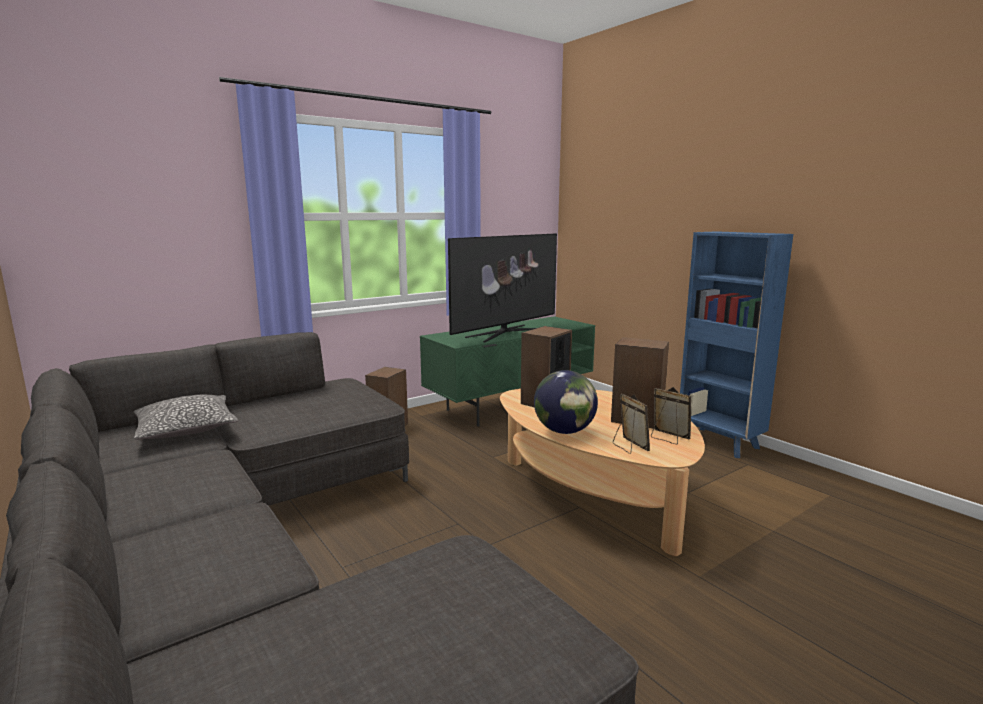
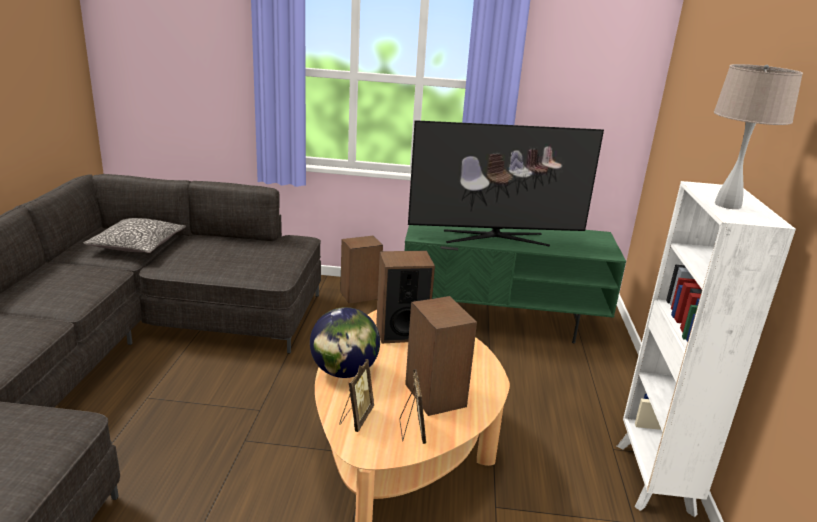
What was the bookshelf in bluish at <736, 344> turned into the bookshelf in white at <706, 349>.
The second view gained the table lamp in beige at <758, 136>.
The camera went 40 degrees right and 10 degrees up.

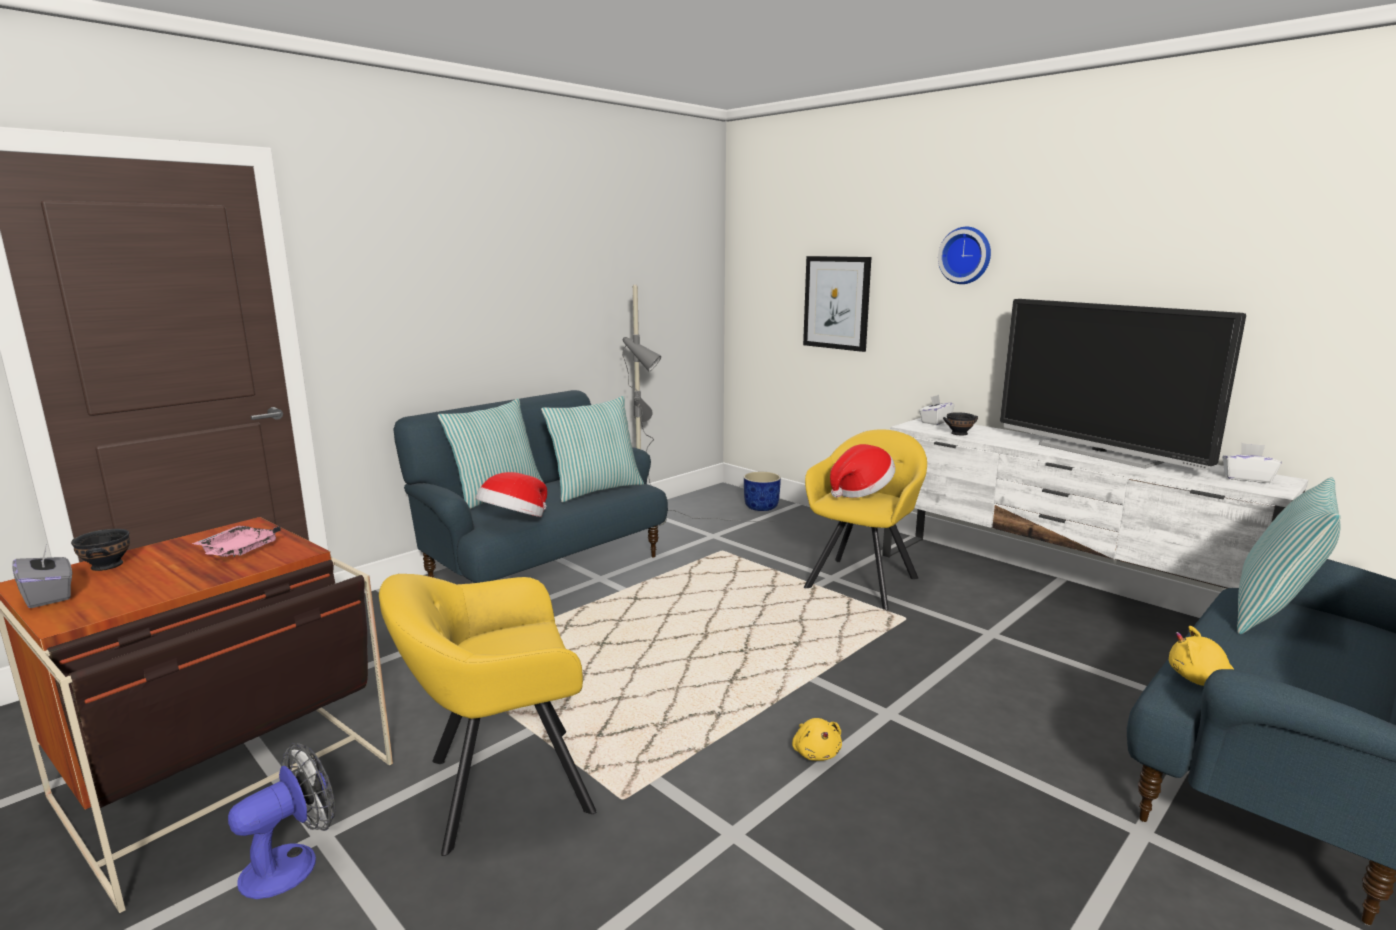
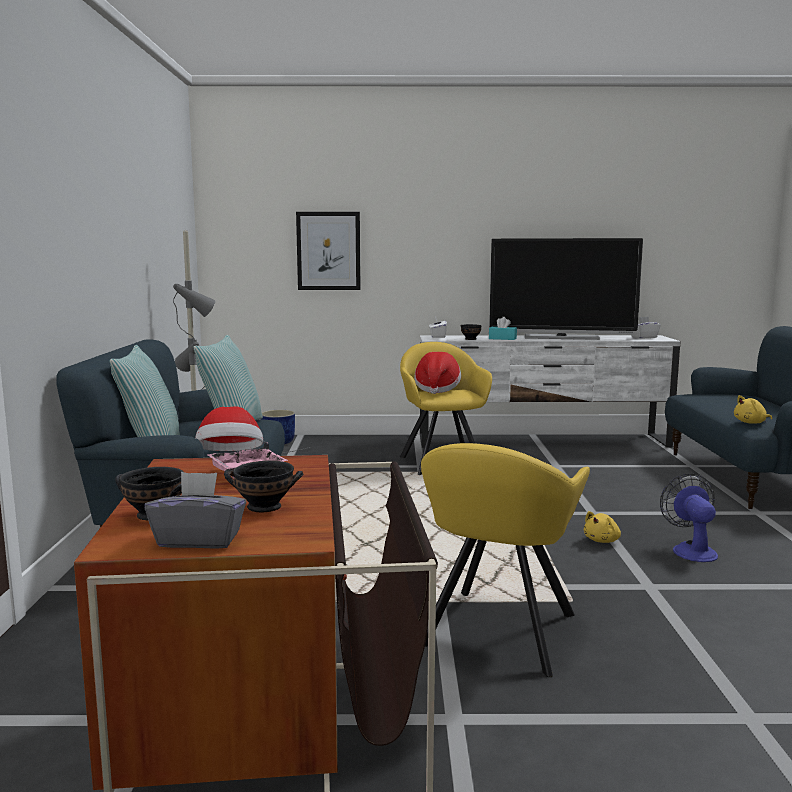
The second view lost the hanging clock at <964, 255>.
The second view lost the throw pillow at <1289, 555>.
The soft toy in yellow-coloured at <817, 739> ended up facing another way, 105 degrees clockwise from before.
The fan ended up elsewhere, having gone from <281, 821> to <689, 517>.
The second view gained the tissue holder in turquoise at <503, 328>.
The second view gained the bowl in black-coloured at <263, 486>.
The camera went 45 degrees left and 5 degrees down.

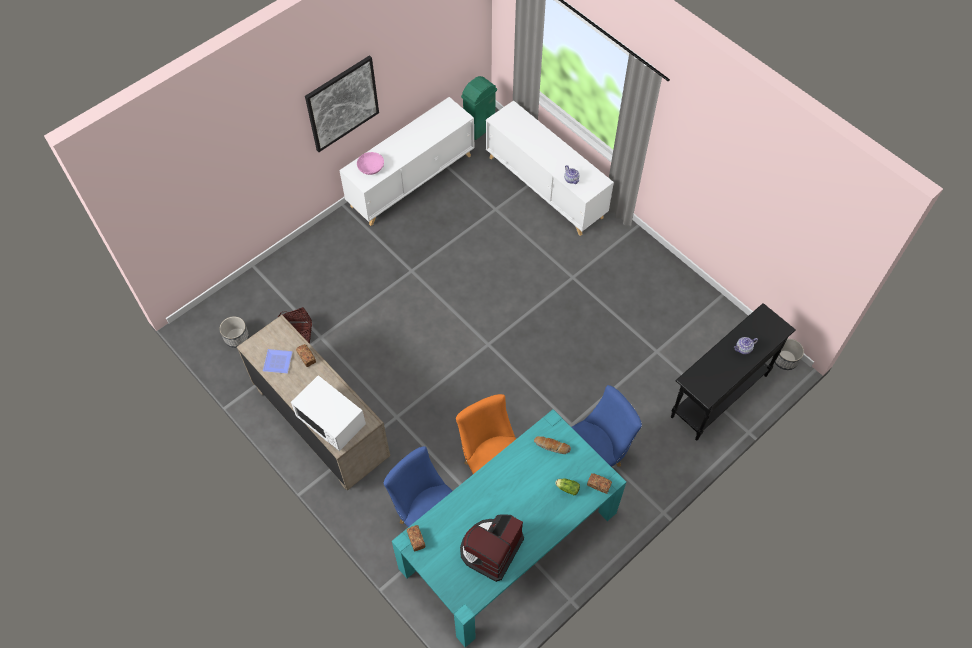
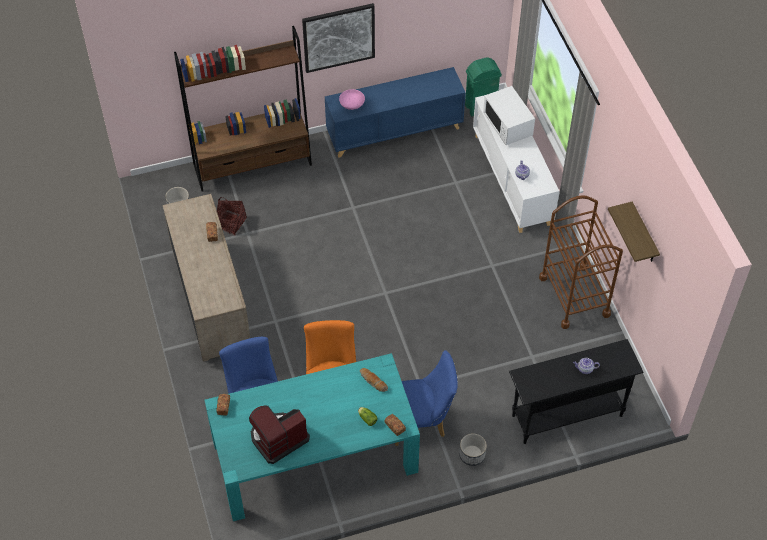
What was the storage cabinet in white at <407, 161> turned into the storage cabinet in bluish at <395, 112>.
The plant pot ended up elsewhere, having gone from <788, 354> to <473, 449>.
The second view lost the plate at <278, 361>.
The kitchen microwave in white ended up elsewhere, having gone from <328, 413> to <509, 115>.
The second view gained the bookshelf in brown at <243, 108>.
The second view gained the wheeled cart in brown at <581, 262>.
The second view gained the wall shelf at <634, 232>.
The camera went 25 degrees right and 5 degrees down.

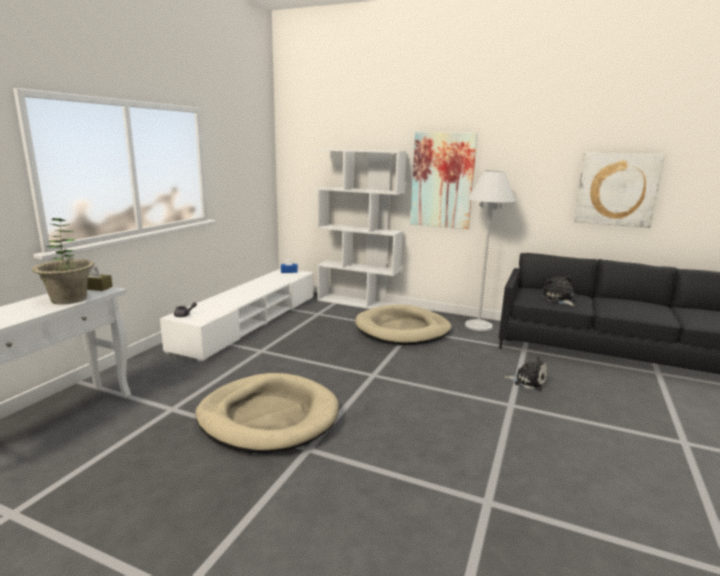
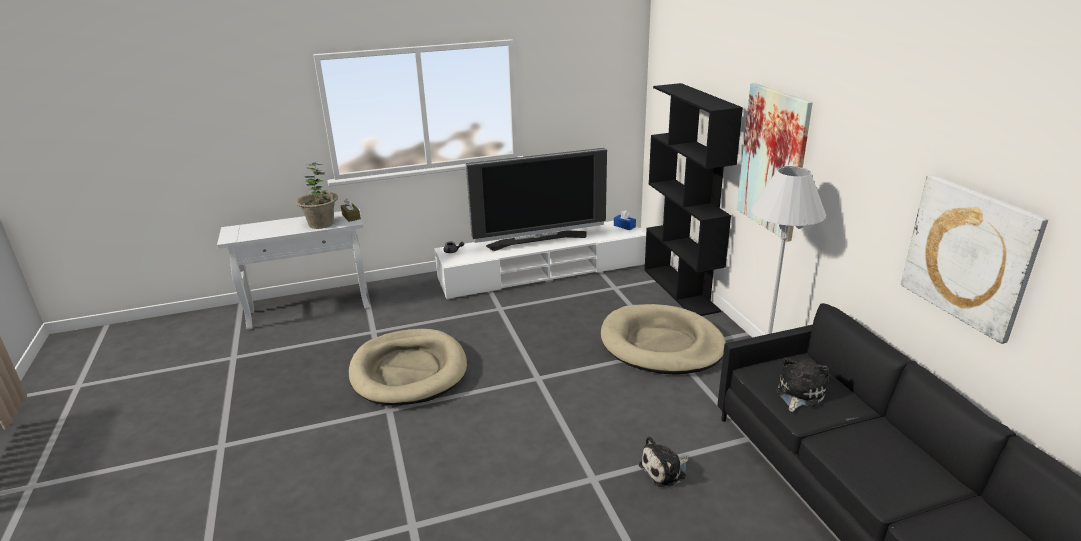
What was the bookshelf in white at <362, 229> turned into the bookshelf in black-coloured at <694, 199>.
The soft toy at <525, 373> ended up facing another way, 75 degrees clockwise from before.
The second view gained the television at <536, 199>.
The camera went 50 degrees right and 10 degrees up.

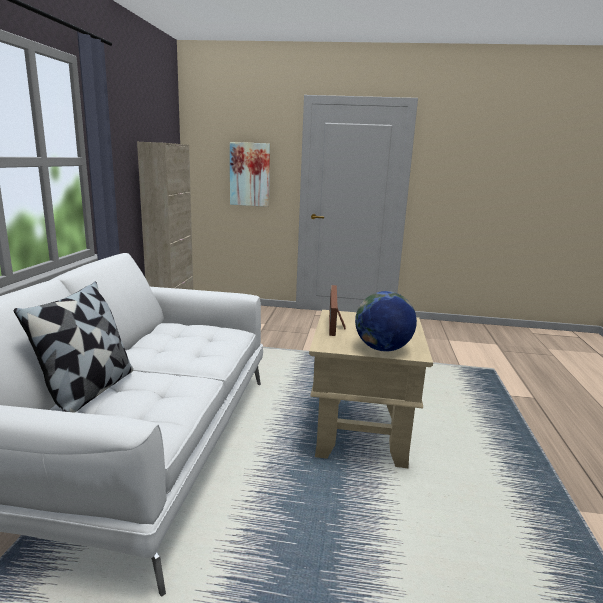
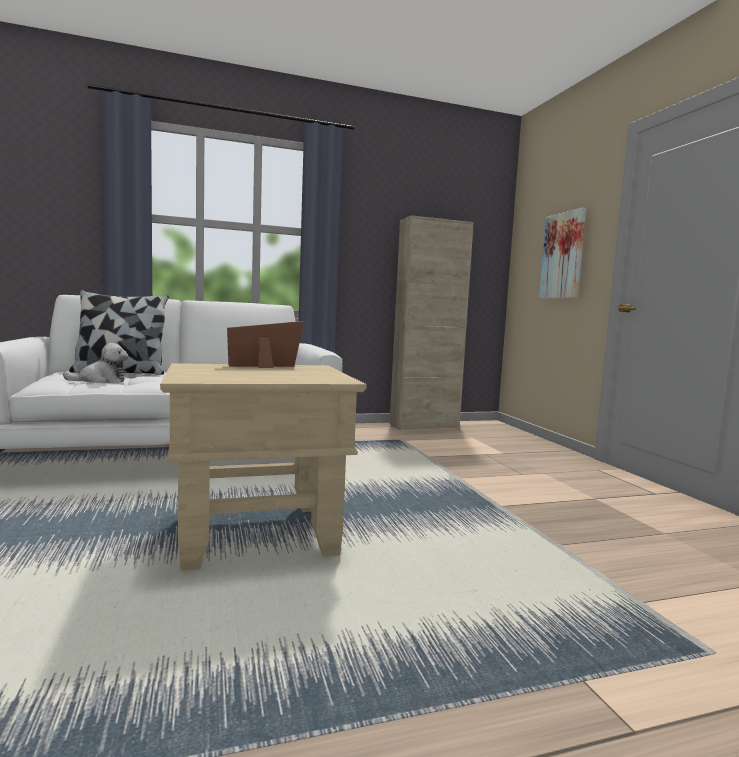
The second view lost the world globe at <386, 321>.
The second view gained the soft toy at <95, 363>.
The camera went 65 degrees right and 10 degrees down.

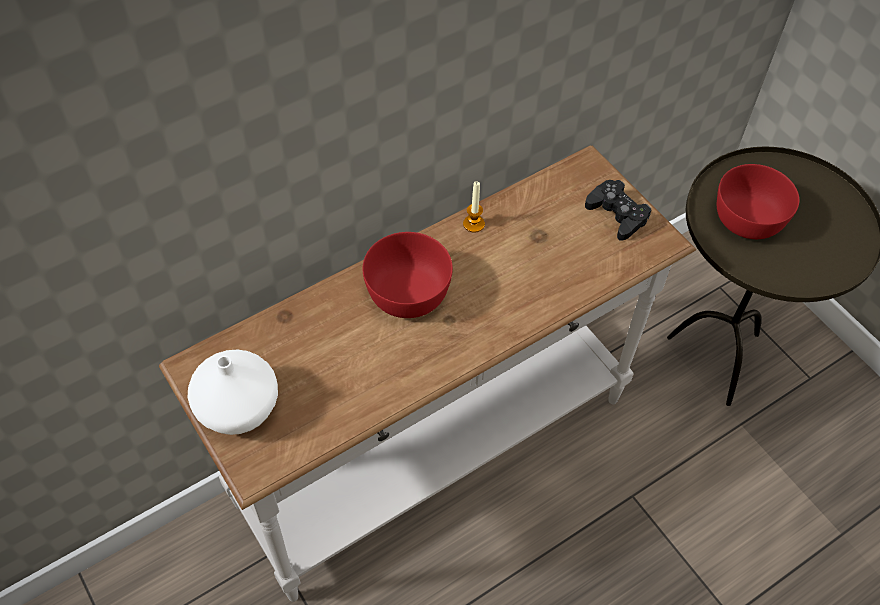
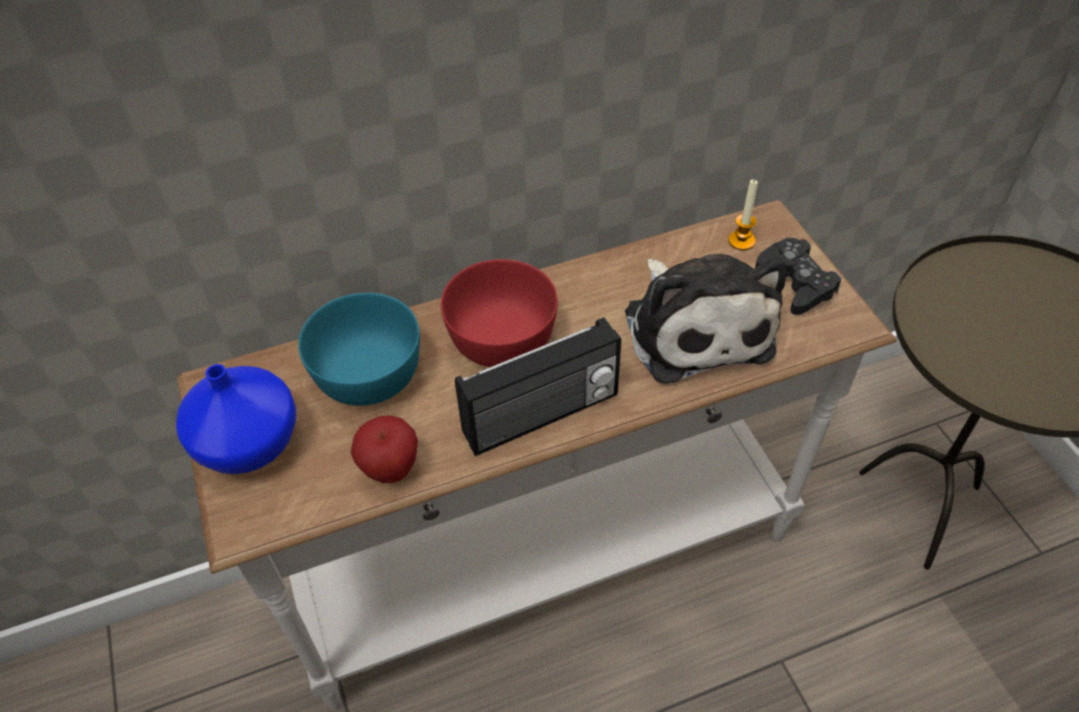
The second view lost the bowl in red-coloured at <758, 201>.
The wax light ended up elsewhere, having gone from <474, 207> to <743, 214>.
What was the decorative vase in white at <233, 392> turned into the decorative vase in bluish at <236, 419>.
The second view gained the soft toy at <705, 319>.
The second view gained the bowl in turquoise at <359, 349>.
The second view gained the radio set at <538, 386>.
The second view gained the apple fruit at <384, 449>.
The camera went 15 degrees right and 5 degrees down.

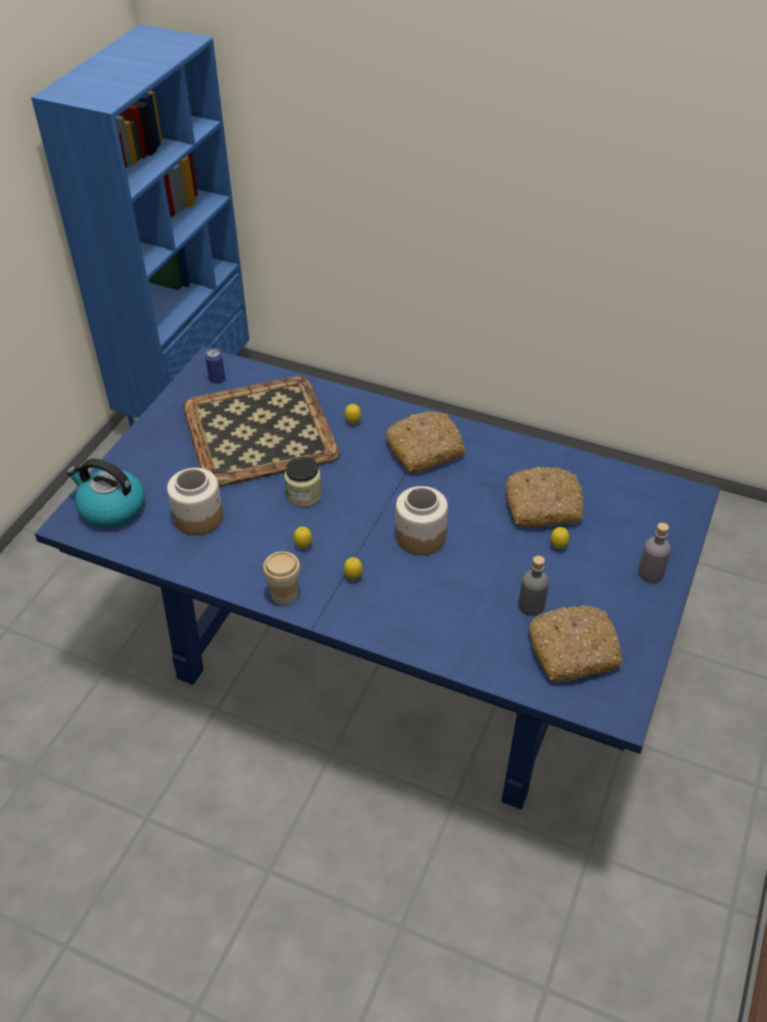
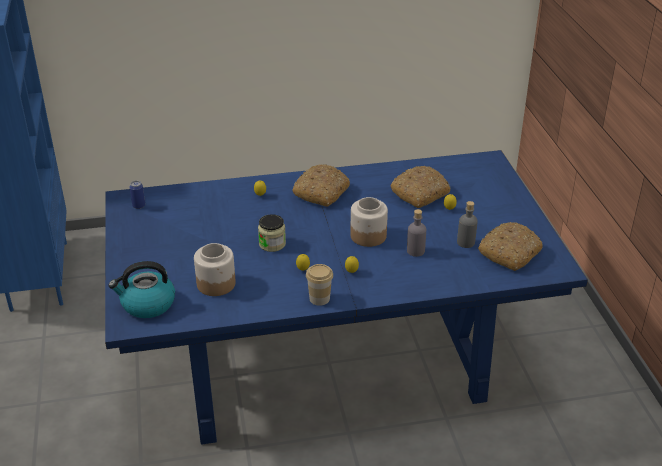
The second view lost the tray at <261, 431>.
The beverage bottle in greyish ended up elsewhere, having gone from <654, 553> to <416, 233>.
The camera went 35 degrees left and 10 degrees down.

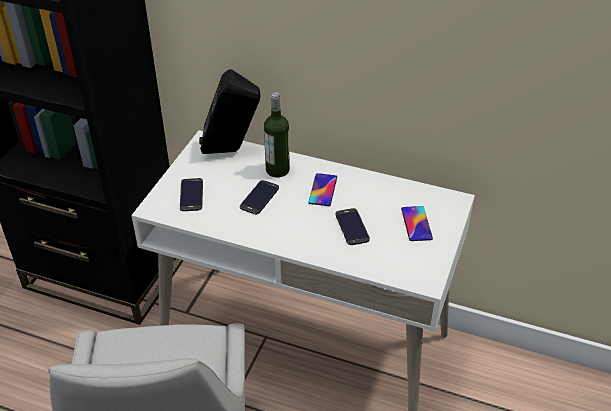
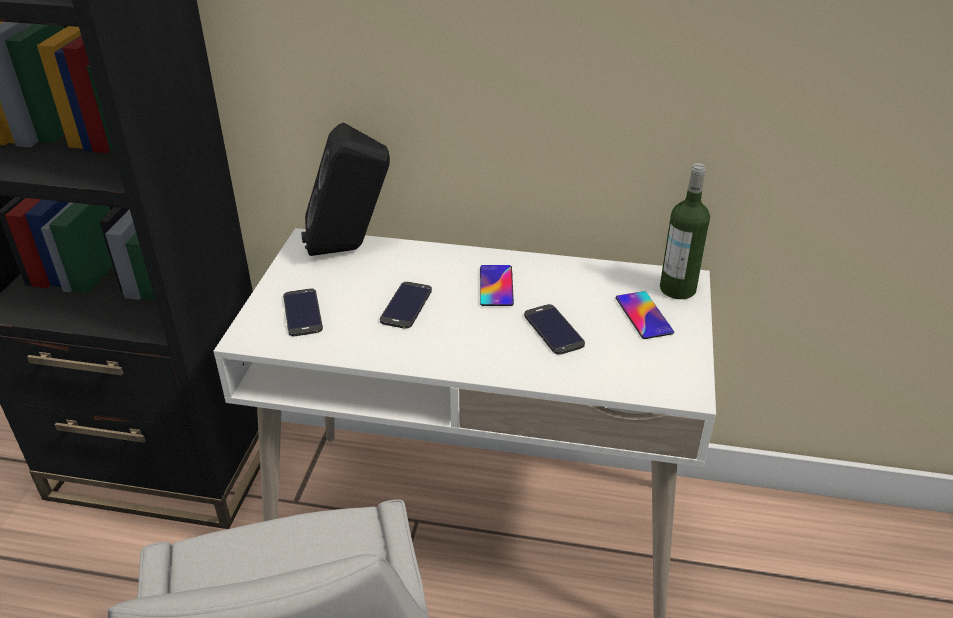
The beverage bottle ended up elsewhere, having gone from <277, 135> to <685, 231>.
The camera went 10 degrees left and 5 degrees down.

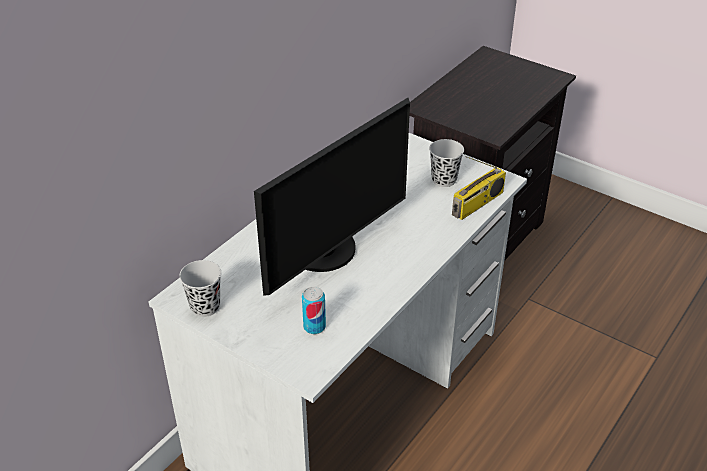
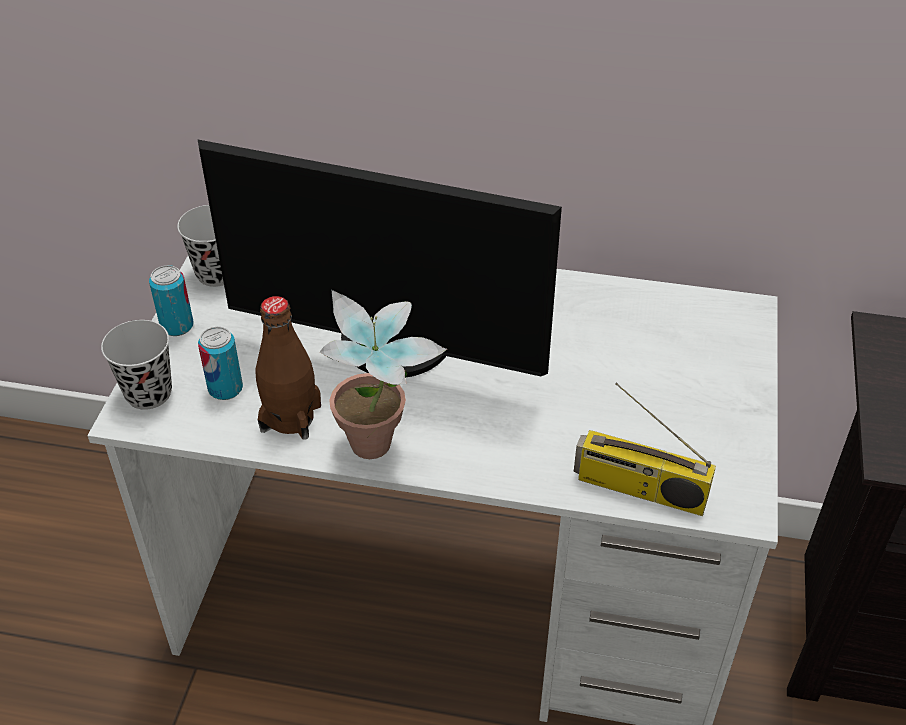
The small cup in black-coloured ended up elsewhere, having gone from <446, 163> to <136, 365>.
The second view gained the can at <171, 300>.
The second view gained the houseplant at <383, 374>.
The second view gained the beverage bottle in brown at <288, 368>.
The camera went 65 degrees right and 5 degrees up.

